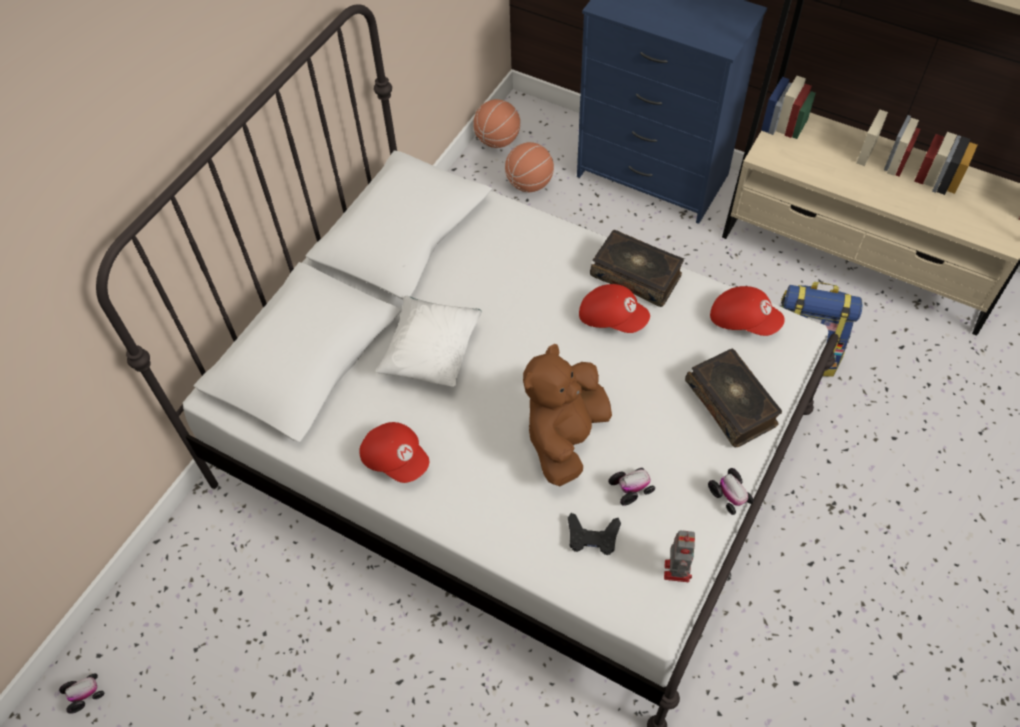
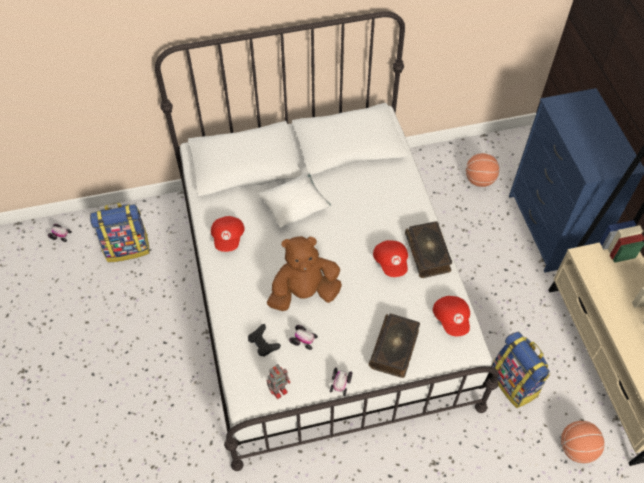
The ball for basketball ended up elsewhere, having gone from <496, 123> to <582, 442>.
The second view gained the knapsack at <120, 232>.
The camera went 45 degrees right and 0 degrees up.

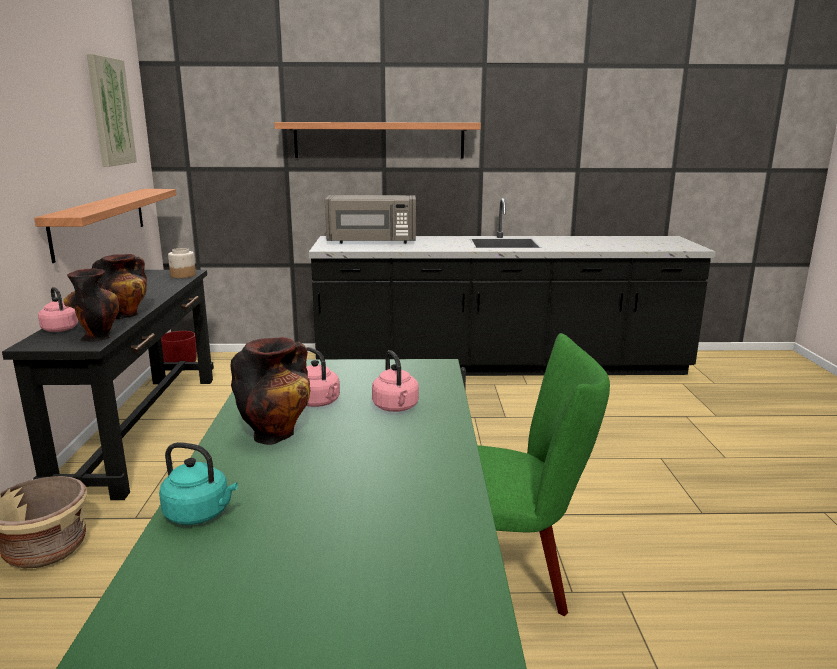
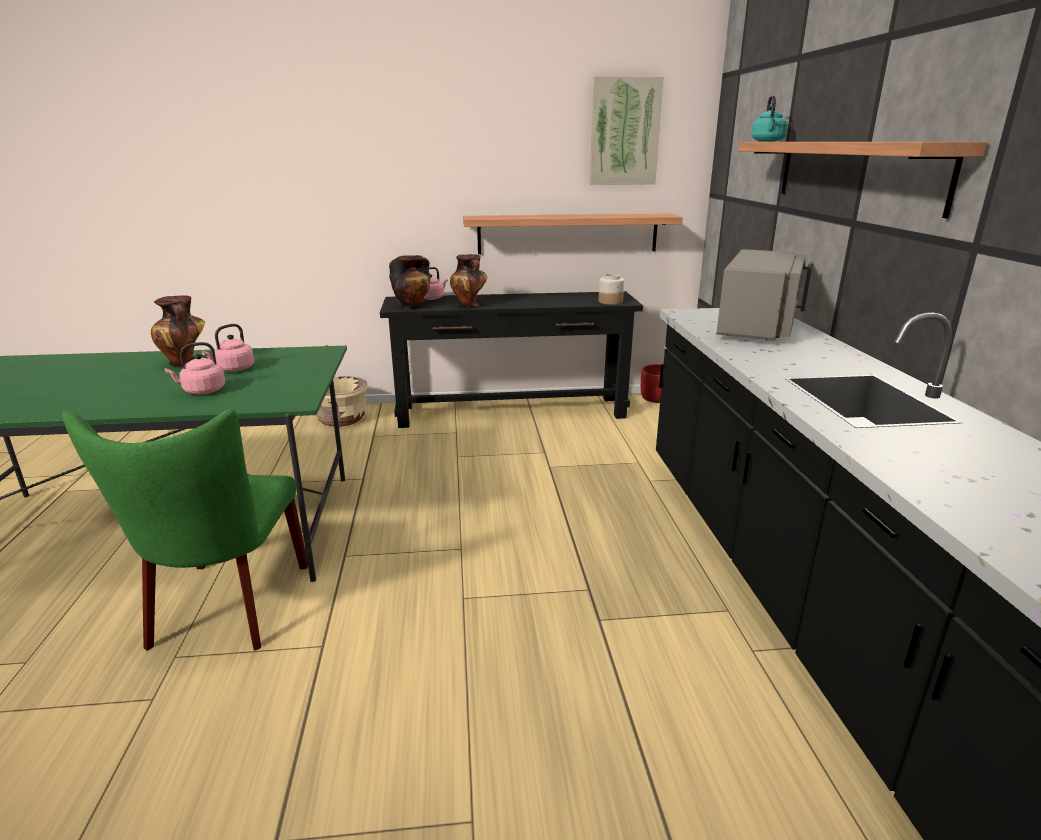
The kitchen microwave in greyish at <370, 219> ended up facing another way, 150 degrees counterclockwise from before.
The water kettle in turquoise ended up elsewhere, having gone from <198, 483> to <770, 118>.
The camera went 85 degrees right and 5 degrees up.

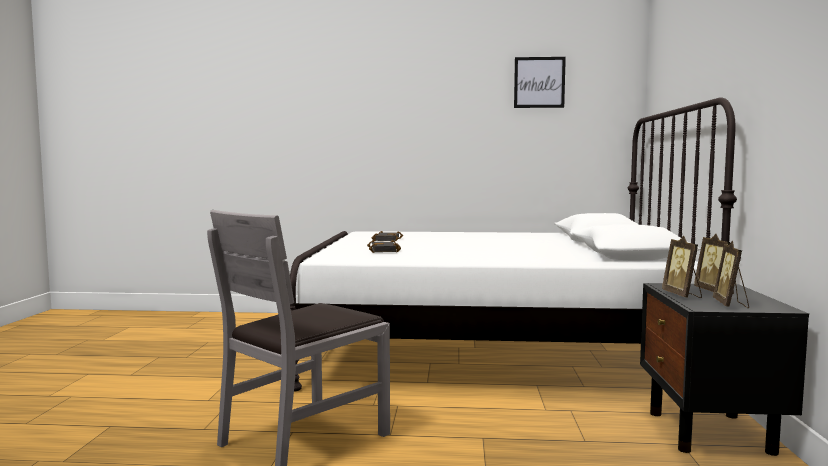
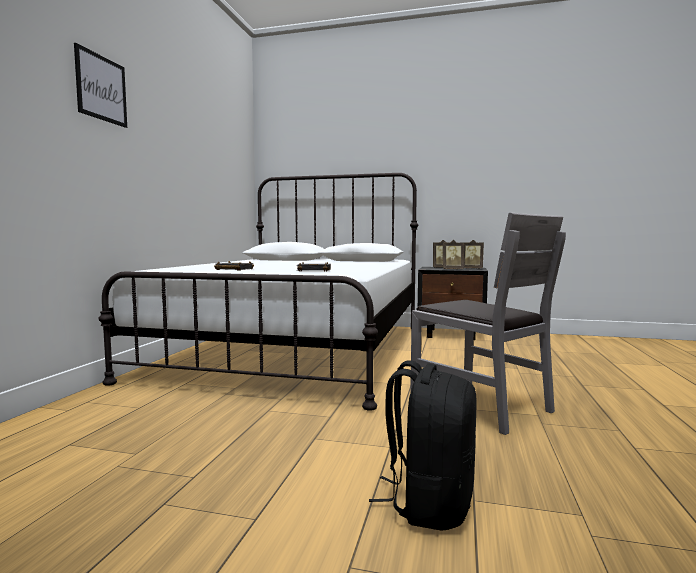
The wall art ended up elsewhere, having gone from <540, 82> to <100, 85>.
The second view gained the knapsack in black-coloured at <423, 445>.
The camera went 80 degrees left and 0 degrees up.

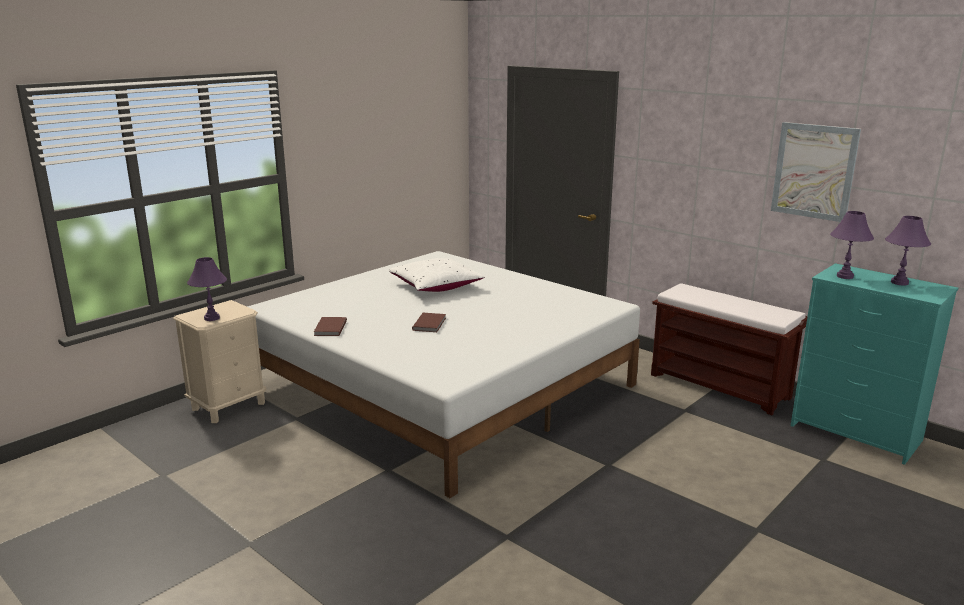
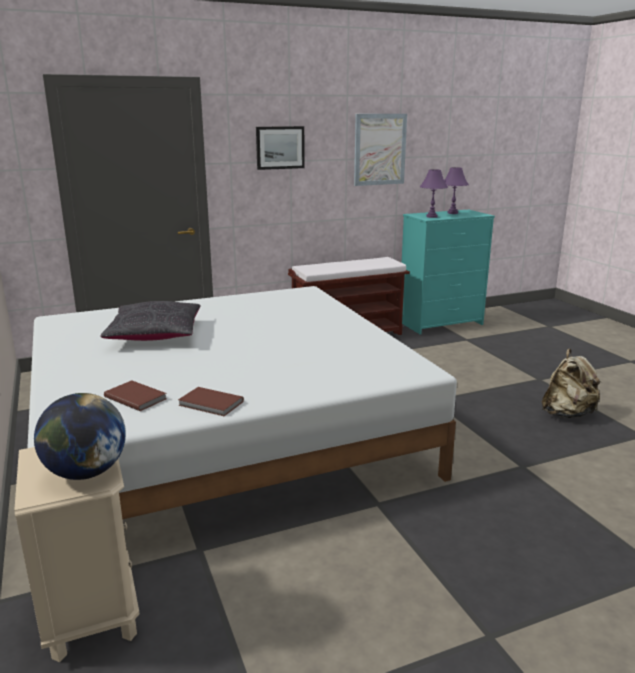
Where the table lamp in purple-coloured stood at <207, 289>, the world globe came to stand at <80, 436>.
What was the throw pillow in white at <437, 275> turned into the throw pillow in black-coloured at <150, 321>.
The bound book in brown ended up elsewhere, having gone from <429, 322> to <135, 395>.
The second view gained the wall art at <280, 148>.
The second view gained the knapsack in beige at <571, 383>.
The camera went 65 degrees left and 0 degrees up.

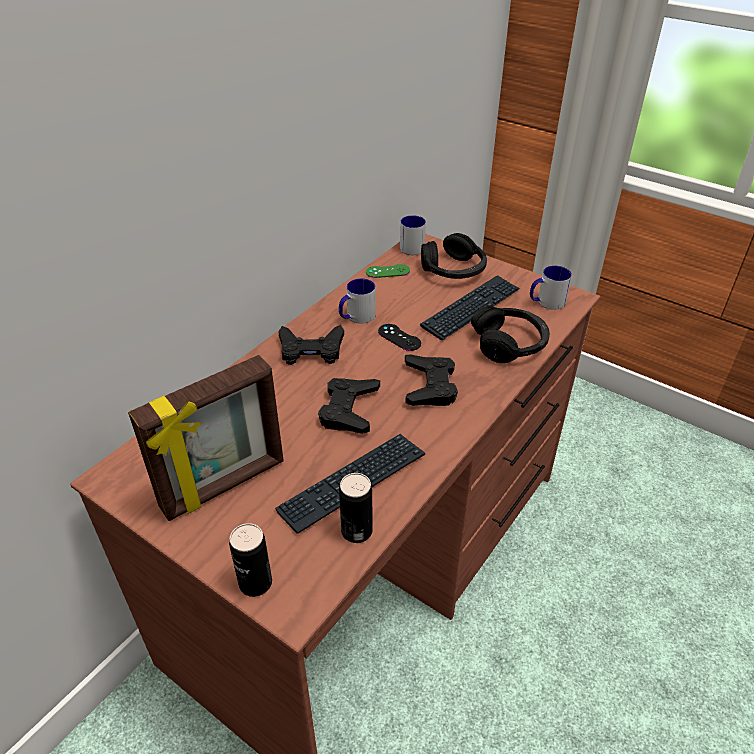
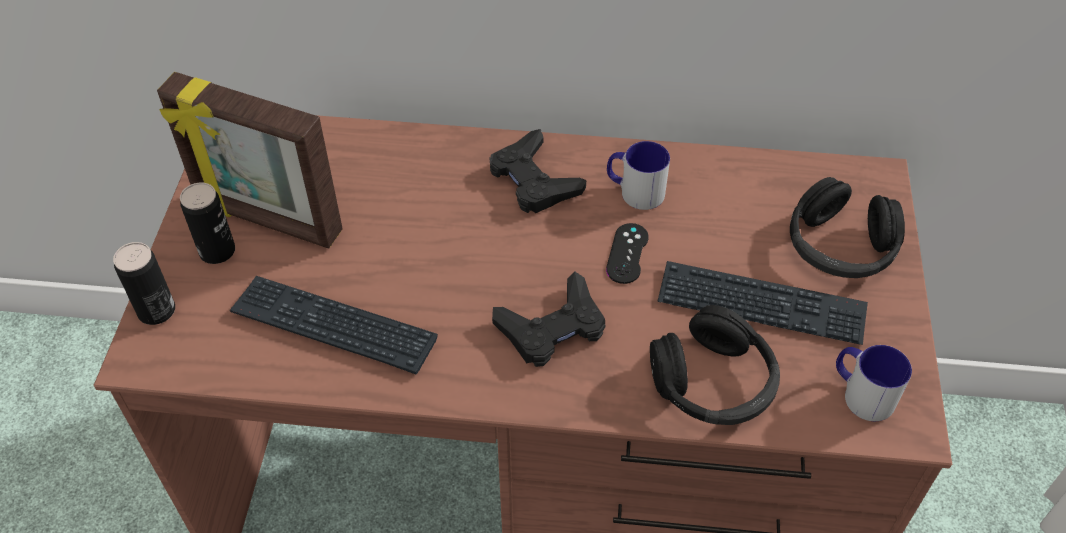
The second view lost the tea mug at <413, 235>.
The second view lost the gamepad in green at <388, 271>.
The second view lost the gamepad in black-coloured at <349, 406>.
The can ended up elsewhere, having gone from <356, 508> to <207, 223>.
The camera went 60 degrees right and 10 degrees up.

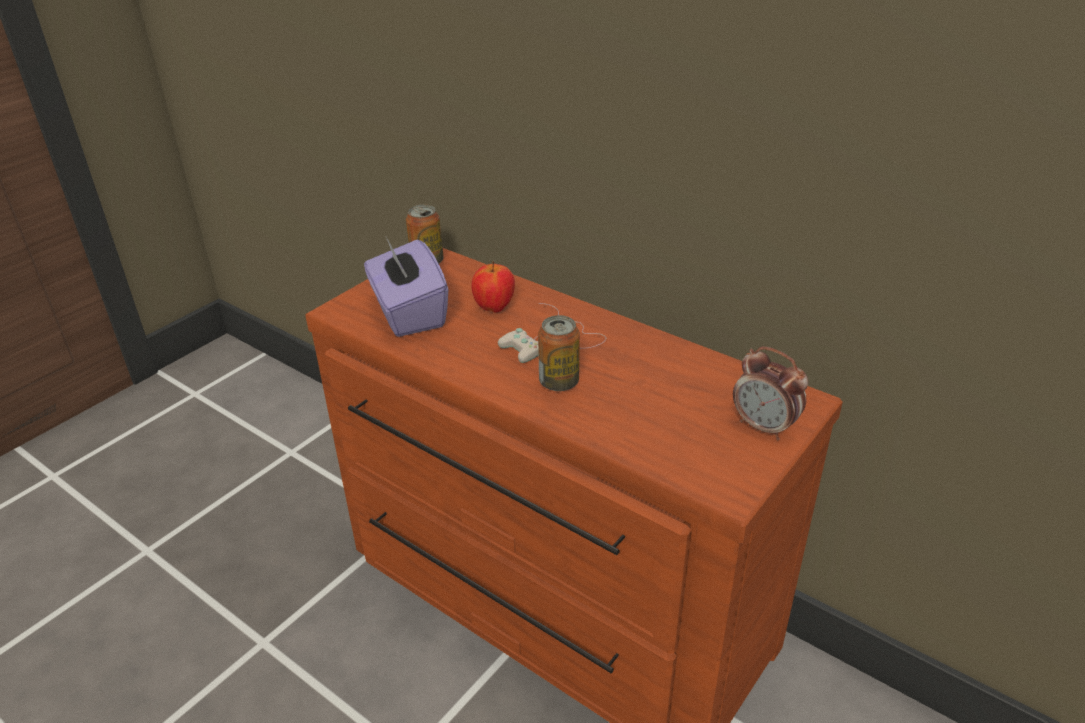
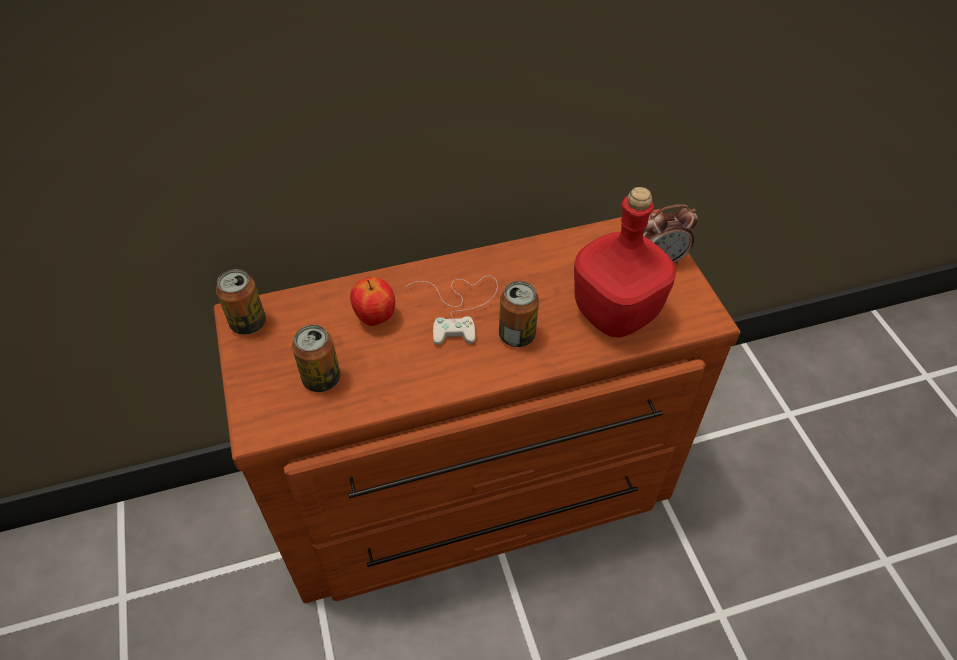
Where the tissue holder in purple-coloured stood at <406, 287>, the can came to stand at <316, 358>.
The second view gained the beverage bottle in red-coloured at <625, 262>.
The camera went 55 degrees left and 15 degrees up.

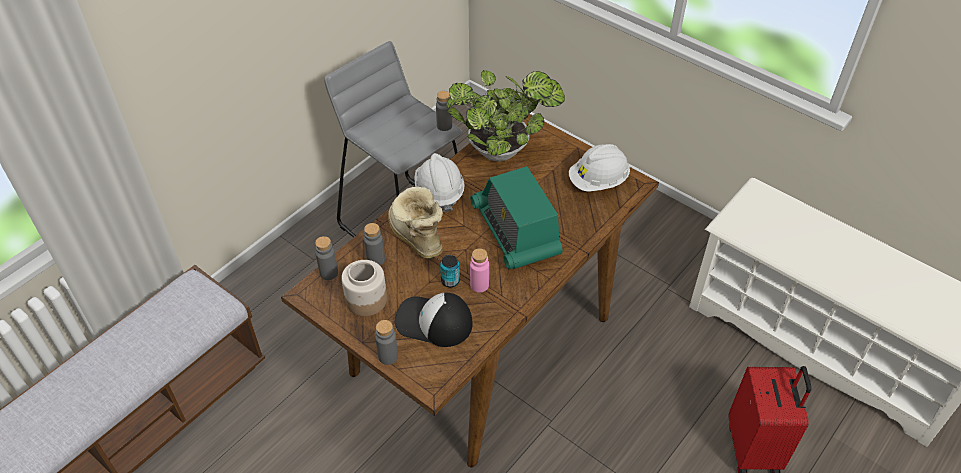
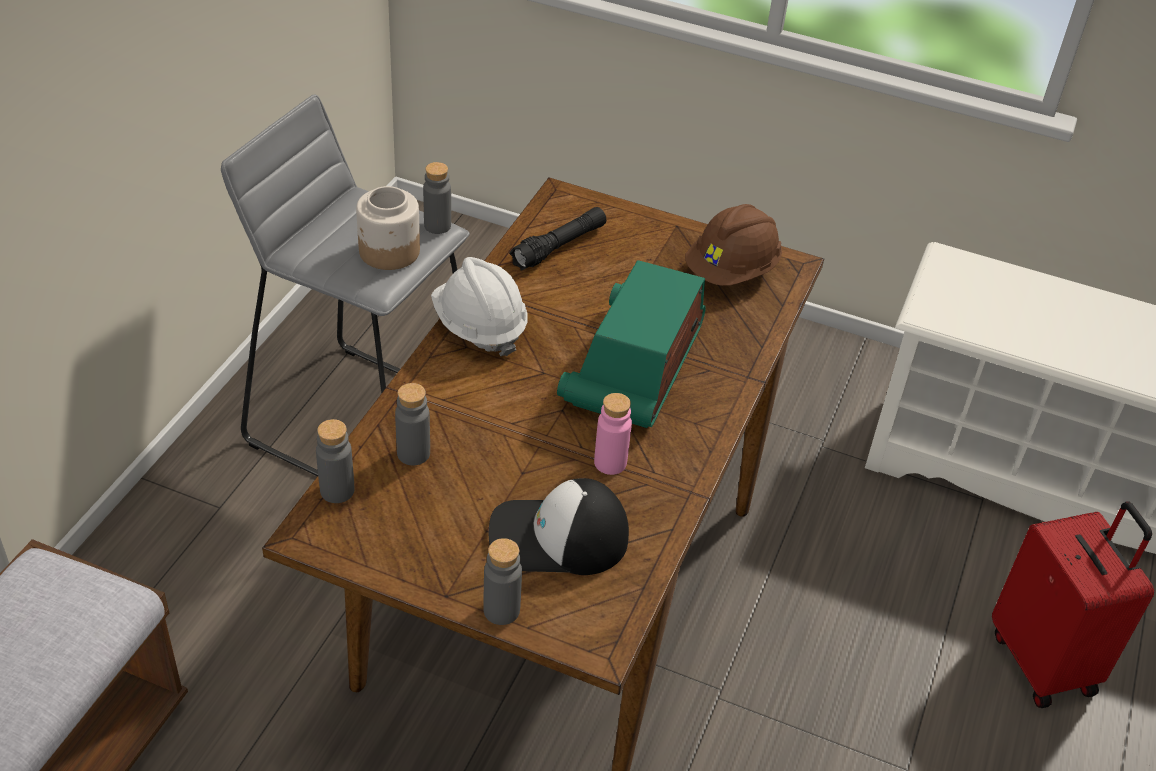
Where the houseplant stood at <505, 116>, the flashlight in black-coloured came to stand at <557, 239>.
What was the hard hat in white at <599, 168> turned into the hard hat in brown at <733, 245>.
The radio set at <516, 217> ended up facing another way, 60 degrees clockwise from before.
The second view lost the boot at <415, 223>.
The second view lost the can at <450, 271>.
The preserve jar ended up elsewhere, having gone from <364, 288> to <388, 228>.
The camera went 20 degrees left and 5 degrees down.

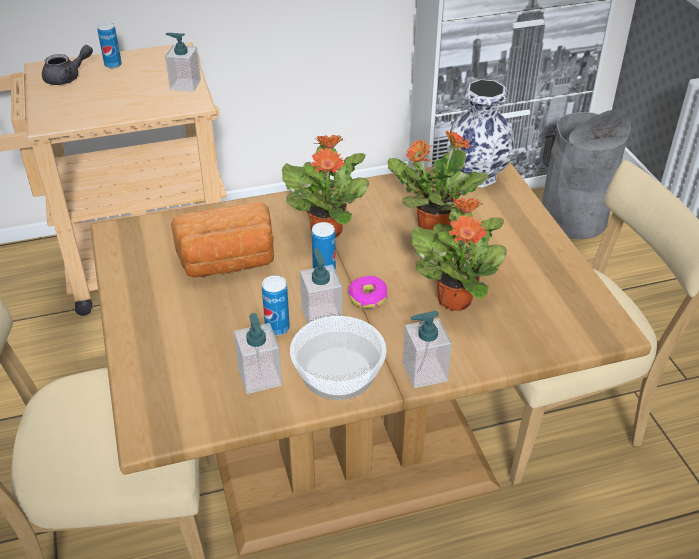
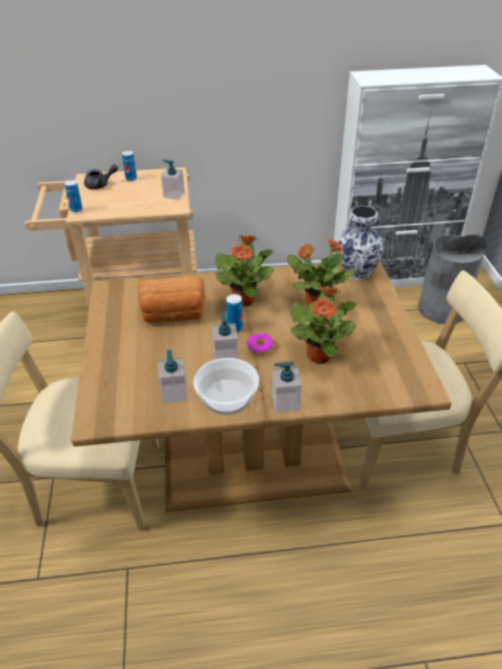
The can ended up elsewhere, having gone from <276, 305> to <73, 196>.
The camera went 10 degrees right and 0 degrees up.

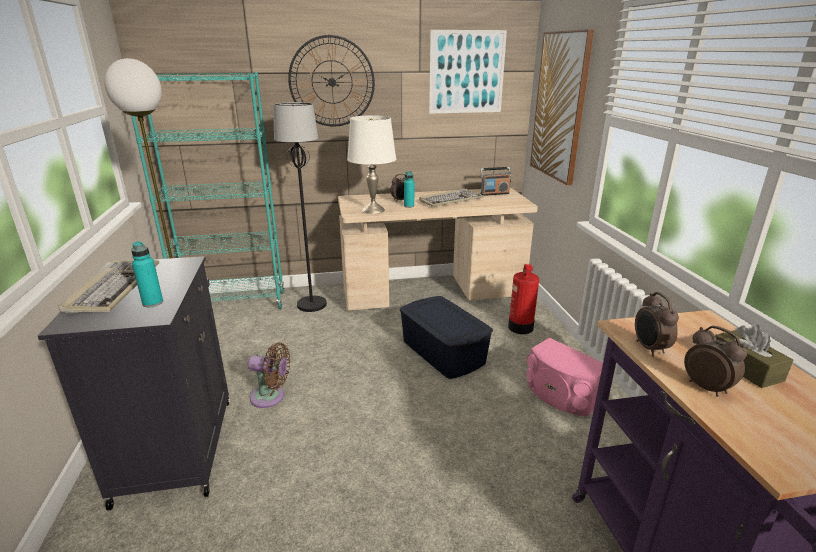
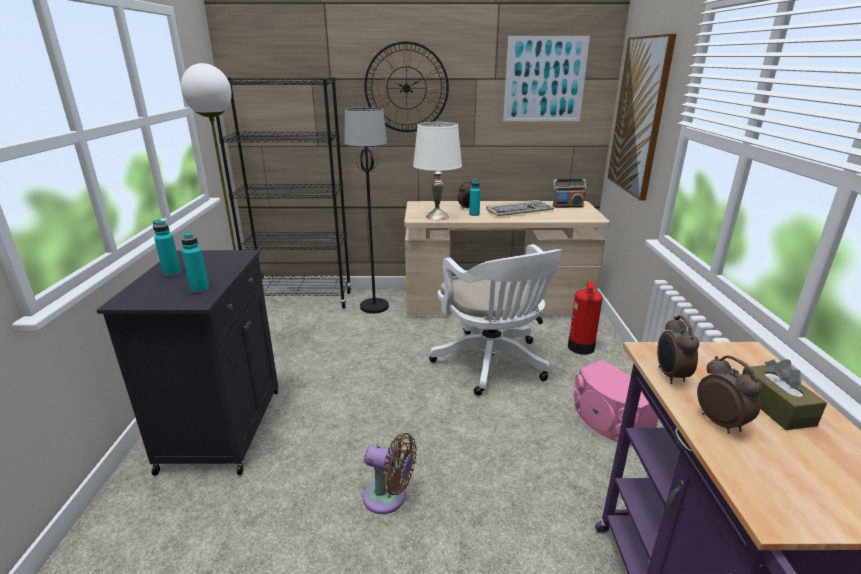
What was the bookshelf in turquoise at <207, 190> turned into the bookshelf in black-coloured at <284, 193>.
Where the PC keyboard stood at <109, 286>, the beverage bottle in turquoise came to stand at <166, 248>.
Where the storage bin in bluish stood at <446, 337>, the computer chair in white came to stand at <495, 320>.
The fan in brown ended up elsewhere, having gone from <269, 375> to <390, 473>.
The camera went 10 degrees right and 0 degrees up.

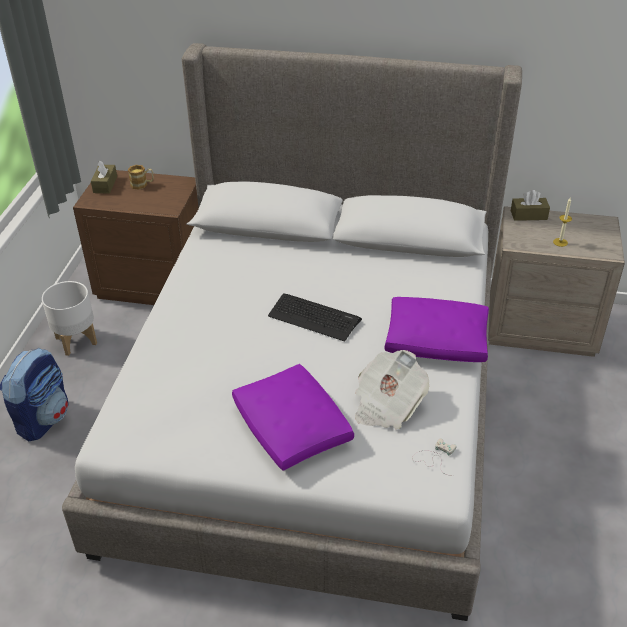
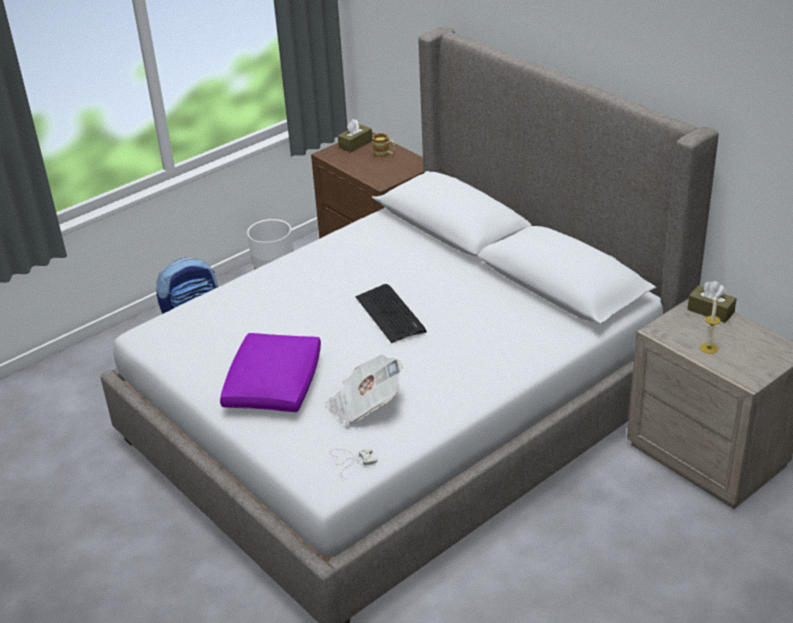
The second view lost the throw pillow in purple-coloured at <436, 329>.
The camera went 40 degrees right and 5 degrees down.

